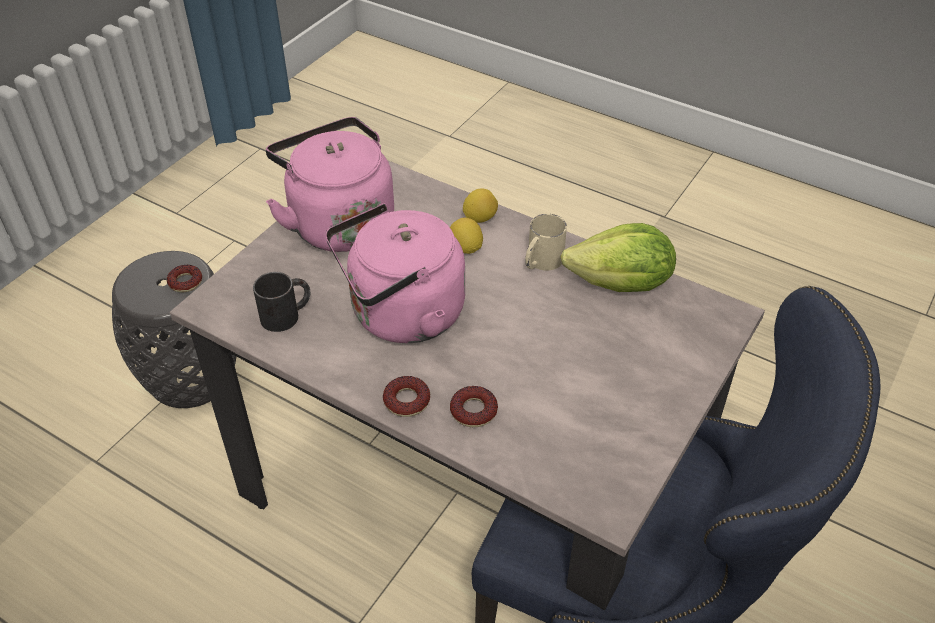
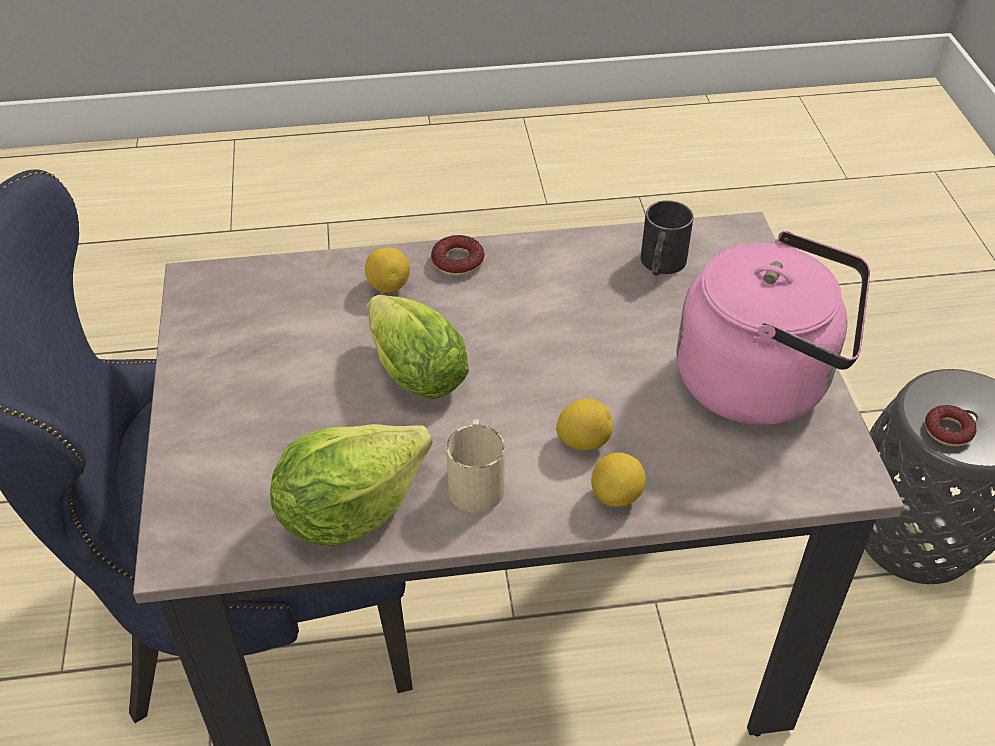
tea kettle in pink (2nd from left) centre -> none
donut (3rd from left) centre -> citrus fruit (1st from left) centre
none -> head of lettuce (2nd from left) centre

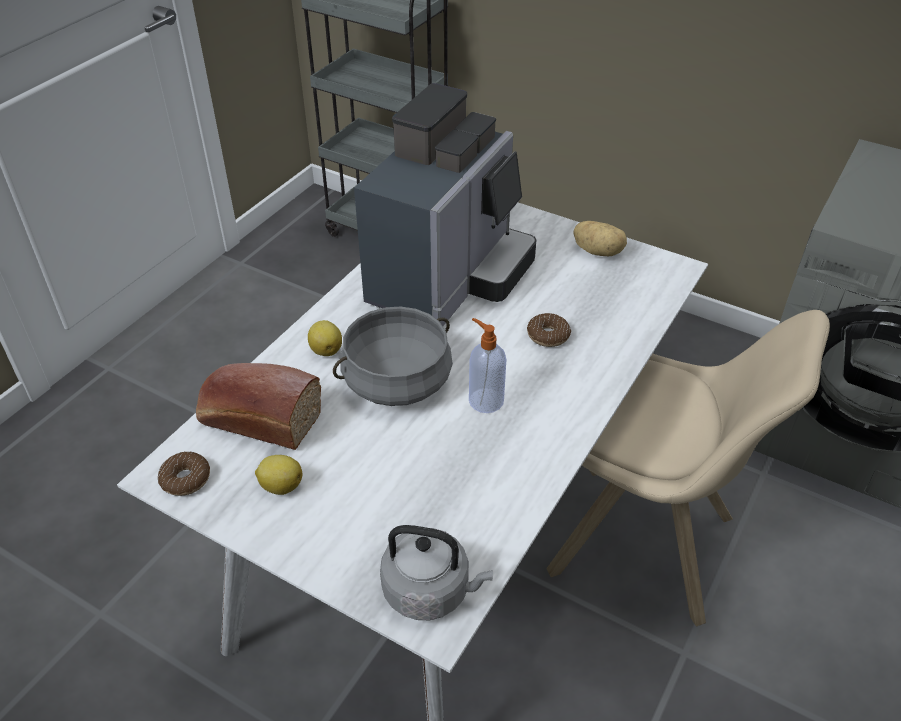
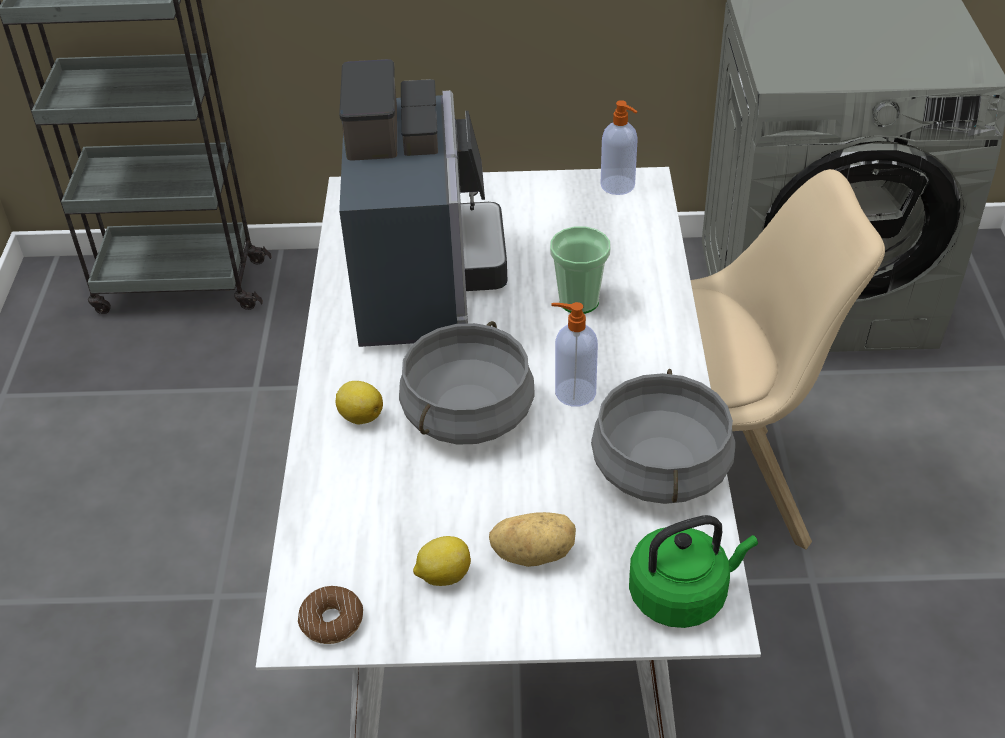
spud top centre -> spud bottom centre, move
donut (2nd from left) centre -> small cup centre
bread middle left -> none
tea kettle in grey bottom centre -> tea kettle in green-coloured bottom right
none -> liquid soap bottle (2nd from left) top centre
none -> stockpot in grey (2nd from left) centre

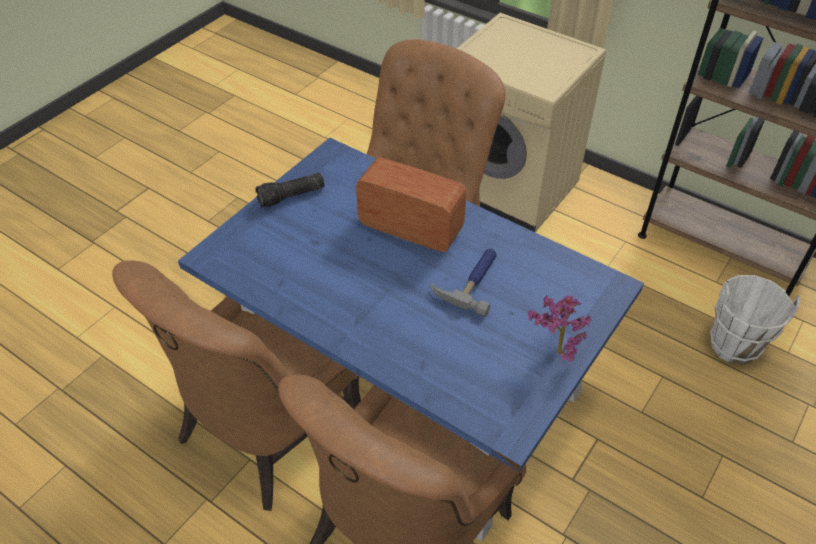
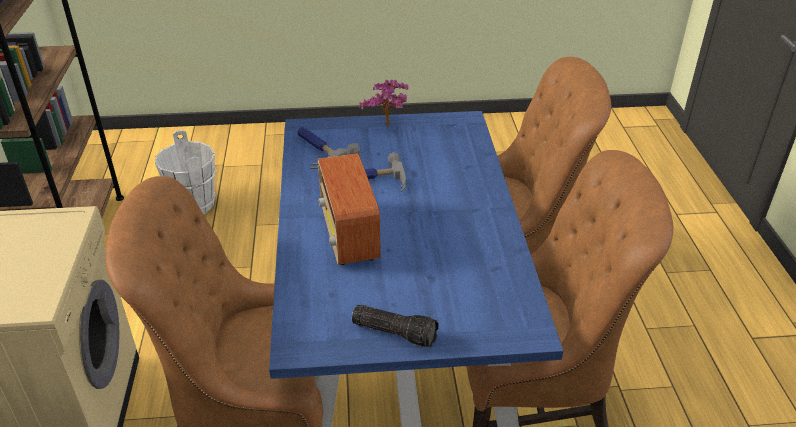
none -> hand hammer (1st from left) centre

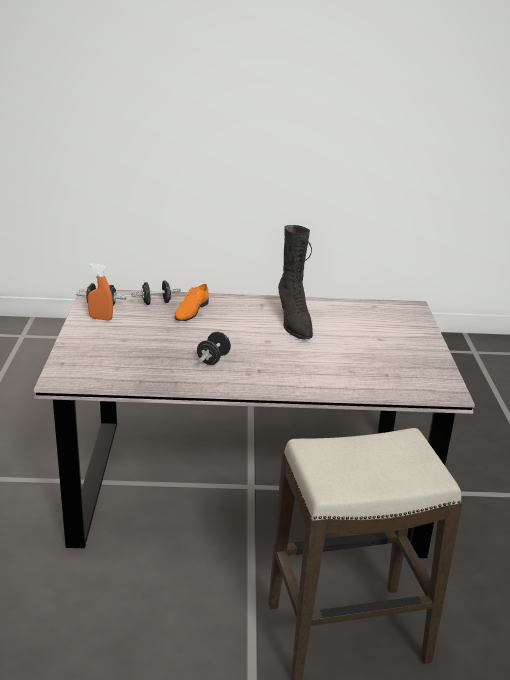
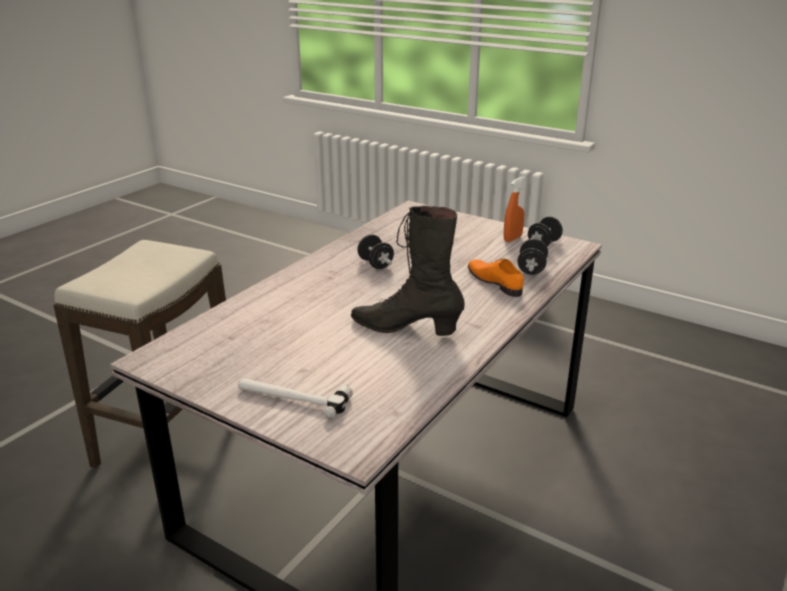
none -> hand hammer bottom centre

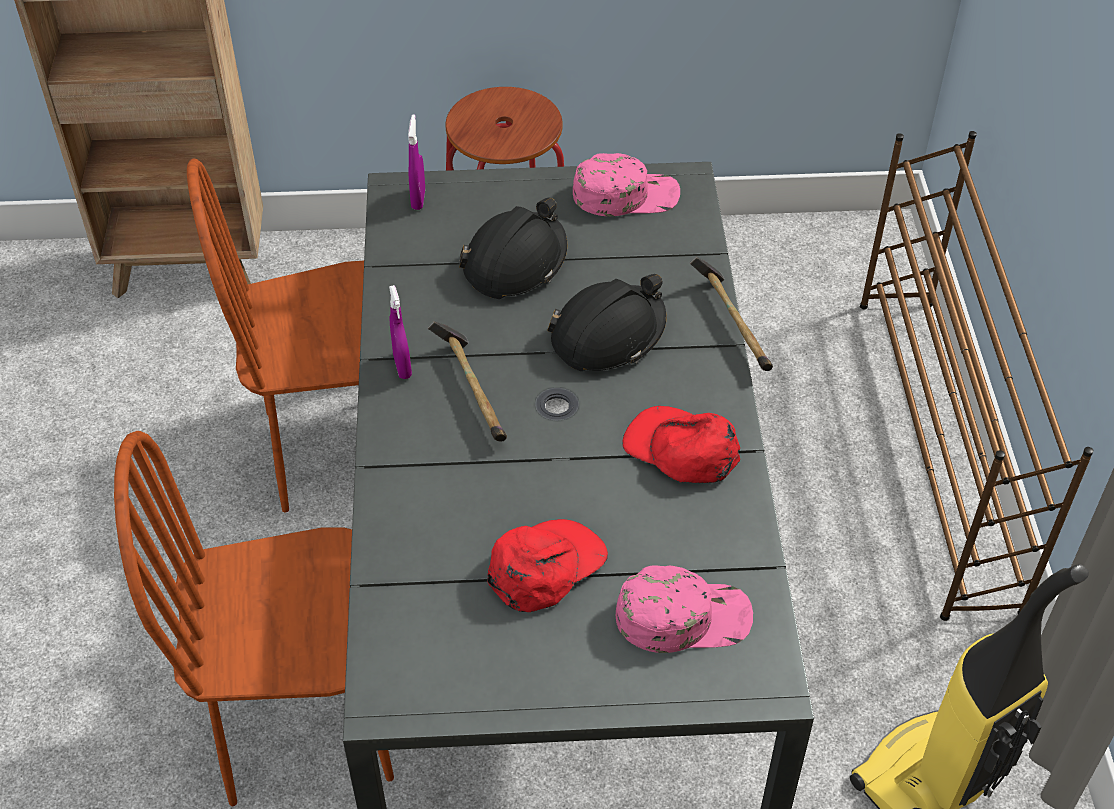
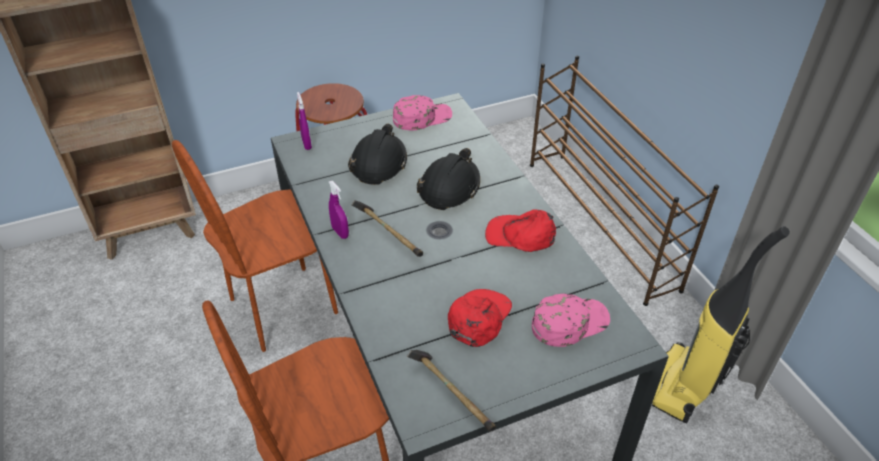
hand hammer (2nd from left) centre -> hand hammer (2nd from left) bottom centre, move

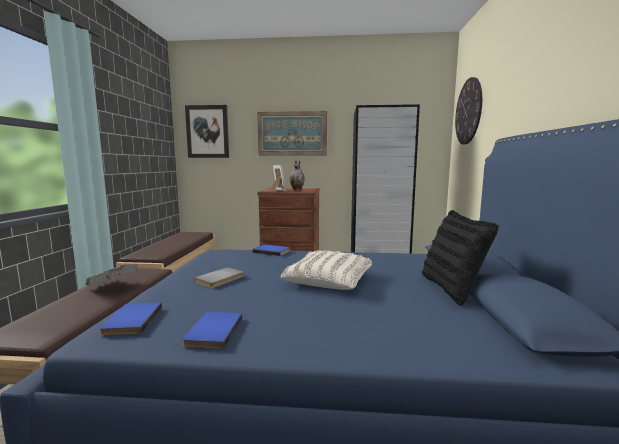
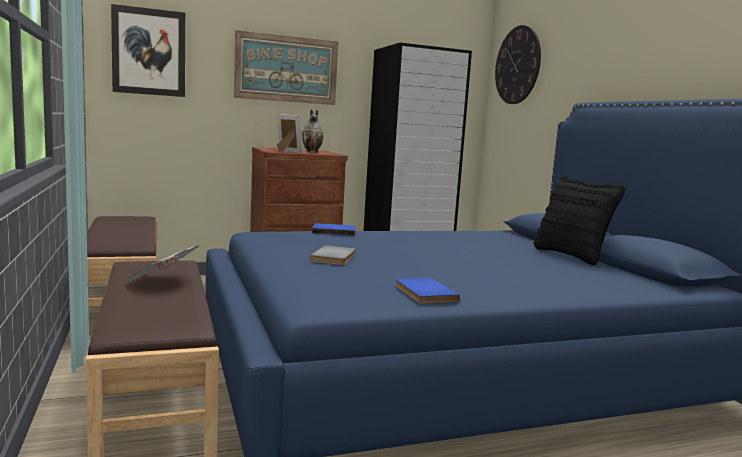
throw pillow in sand-coloured centre -> none
volume in blue-coloured (1st from left) bottom left -> none

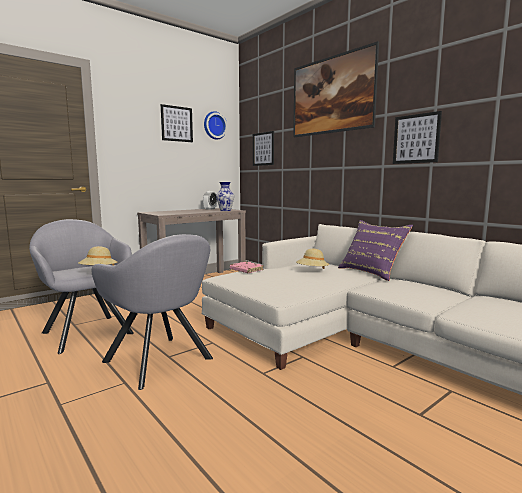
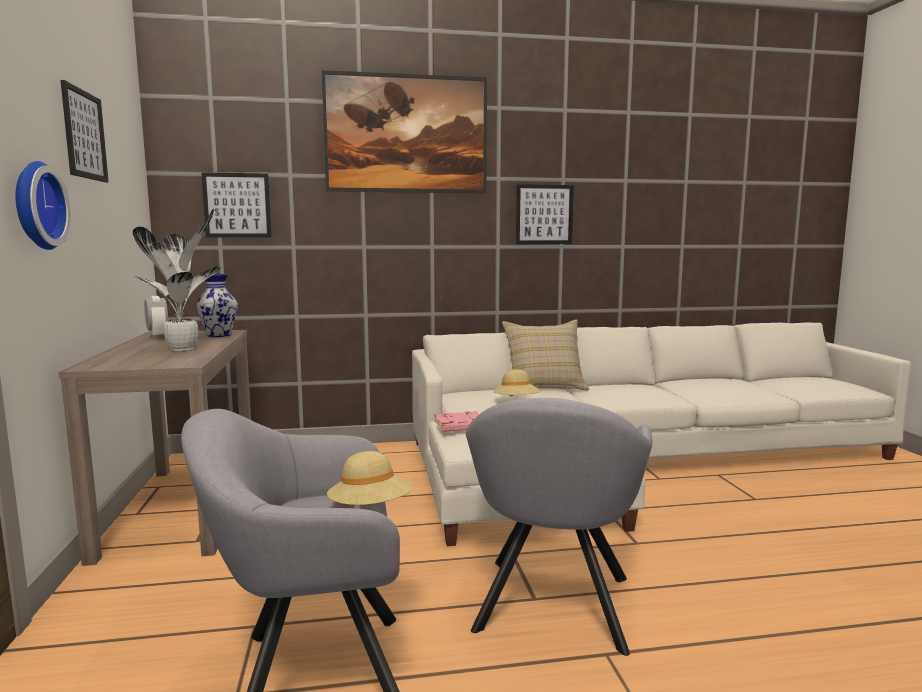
wall clock top centre -> wall clock top left, move
throw pillow in purple-coloured middle right -> throw pillow in sand-coloured centre
lounge chair in grey (2nd from left) middle left -> lounge chair in grey (2nd from left) bottom centre, 120 degrees clockwise
none -> plant in a pot middle left

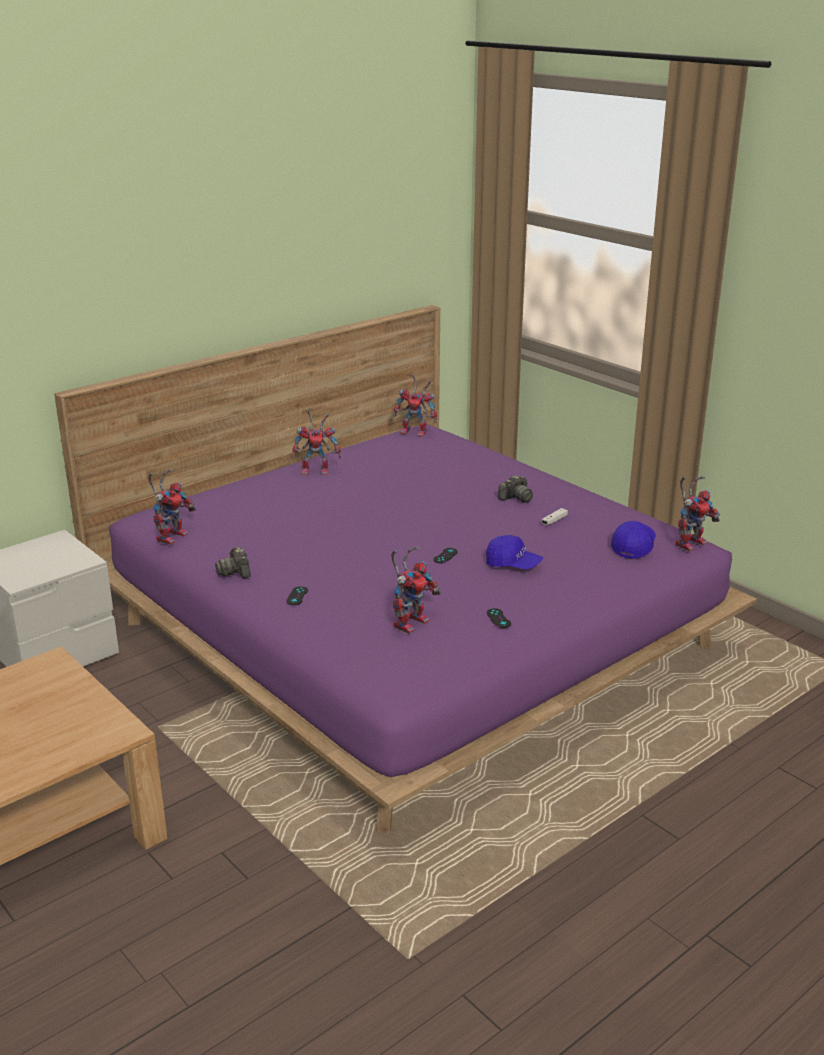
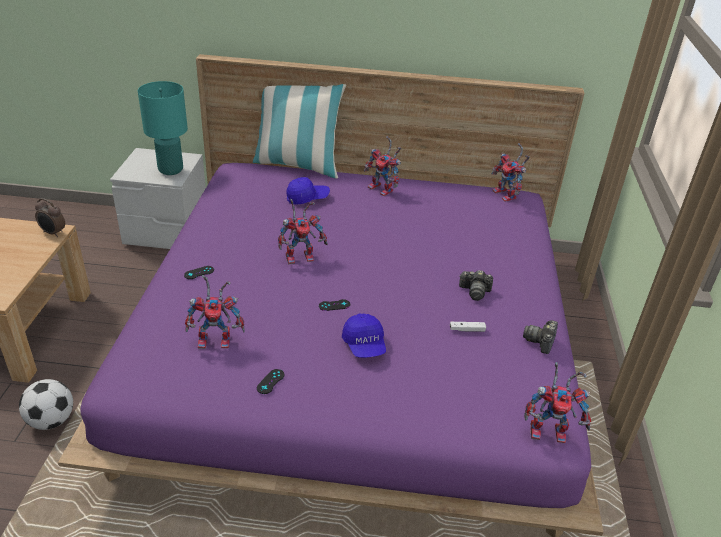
robot figure (1st from left in the first image) middle left -> robot figure (2nd from left) centre, move
cap in blue-coloured (2nd from left in the first image) middle right -> cap in blue-coloured (1st from left) centre, move
photo camera (1st from left in the first image) middle left -> photo camera (2nd from left) middle right, move
none -> table lamp in blue-green top left
none -> throw pillow top centre
none -> table clock middle left
none -> football bottom left

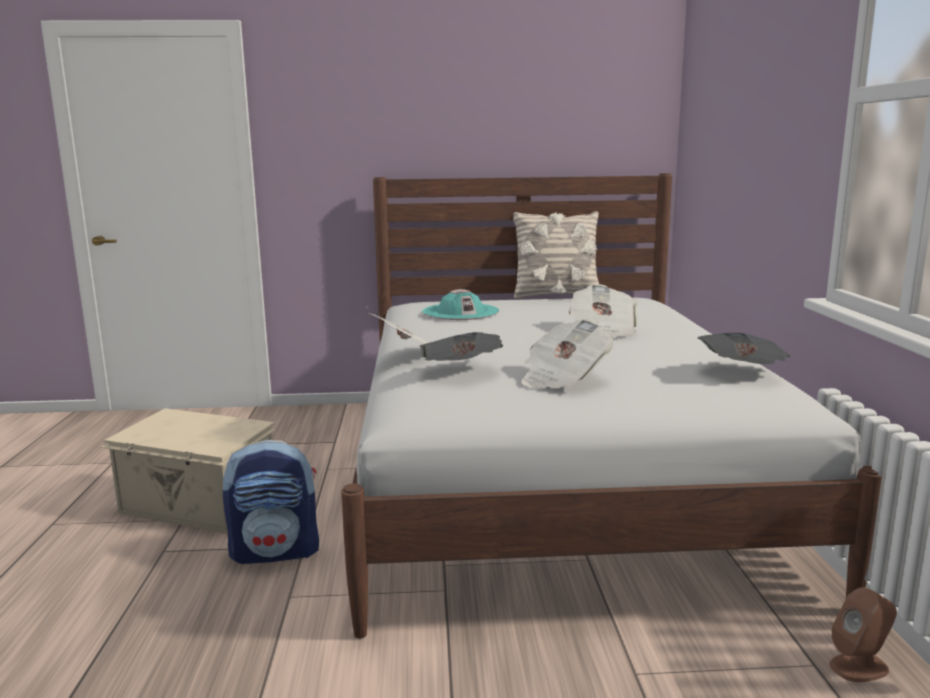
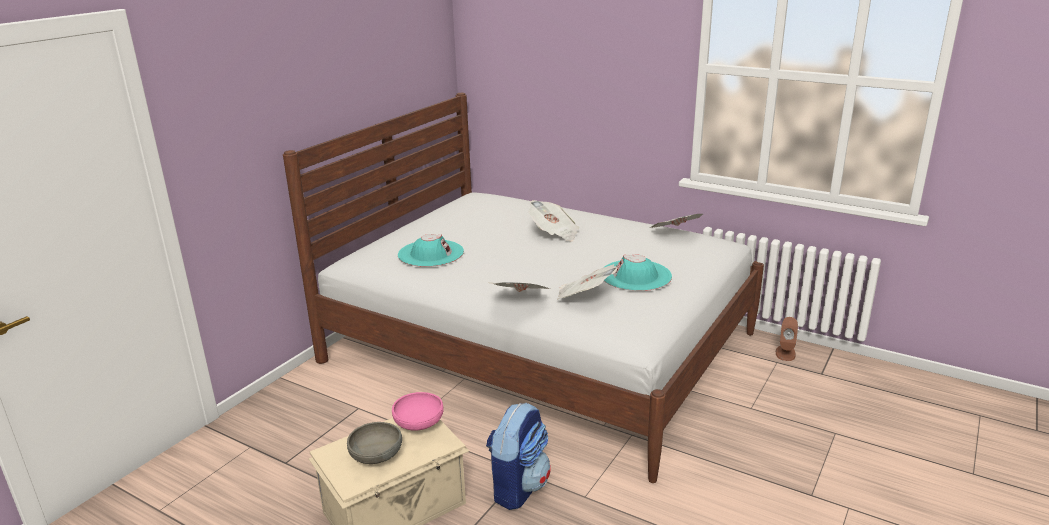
throw pillow in sand-coloured centre -> none
printed paper (3rd from left) centre -> hat in blue-green (2nd from left) centre
none -> bowl in pink bottom centre
none -> bowl in grey bottom centre

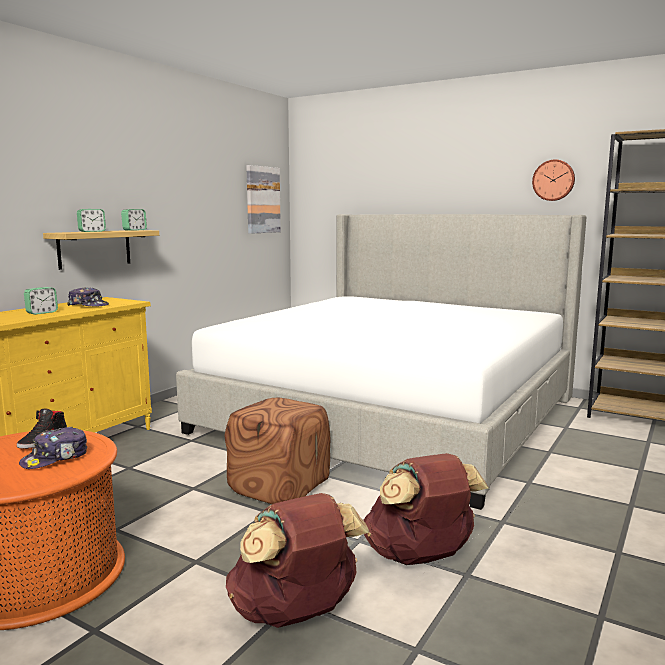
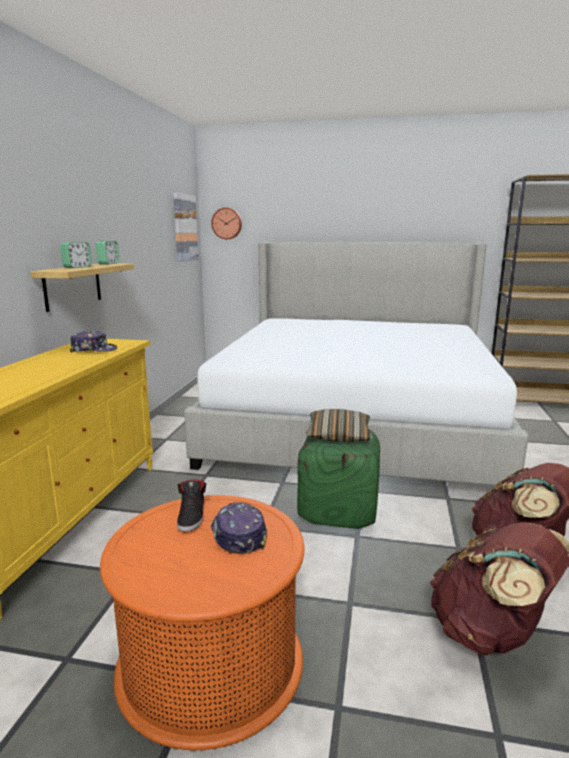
wall clock top right -> wall clock top centre, move
table clock (1st from left) middle left -> none
ottoman in brown bottom centre -> ottoman in green-coloured centre
cap (1st from left in the first image) bottom left -> cap (2nd from left) bottom centre, 135 degrees clockwise
none -> throw pillow centre

